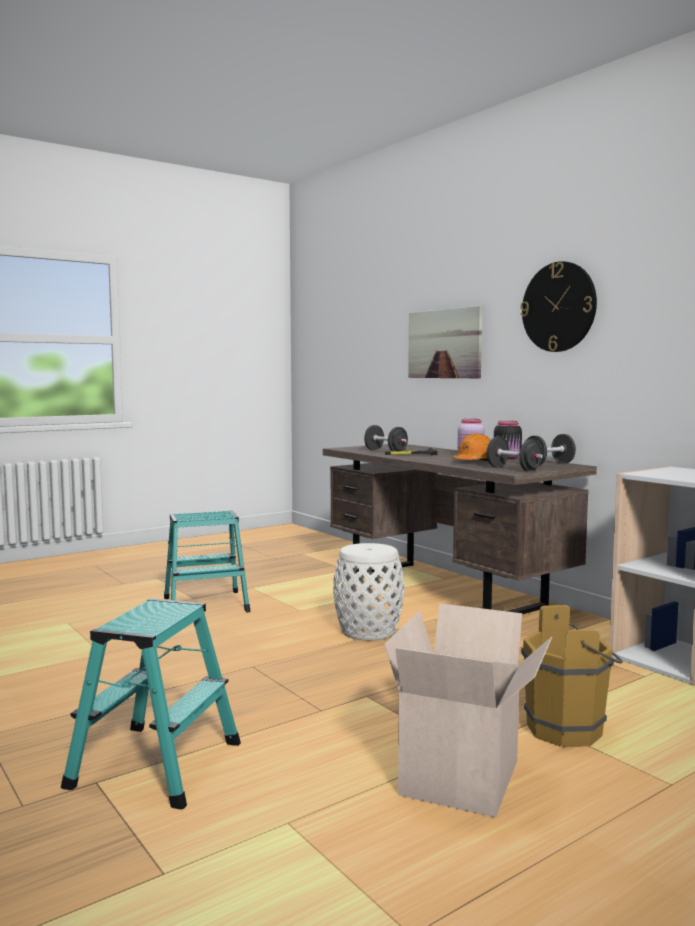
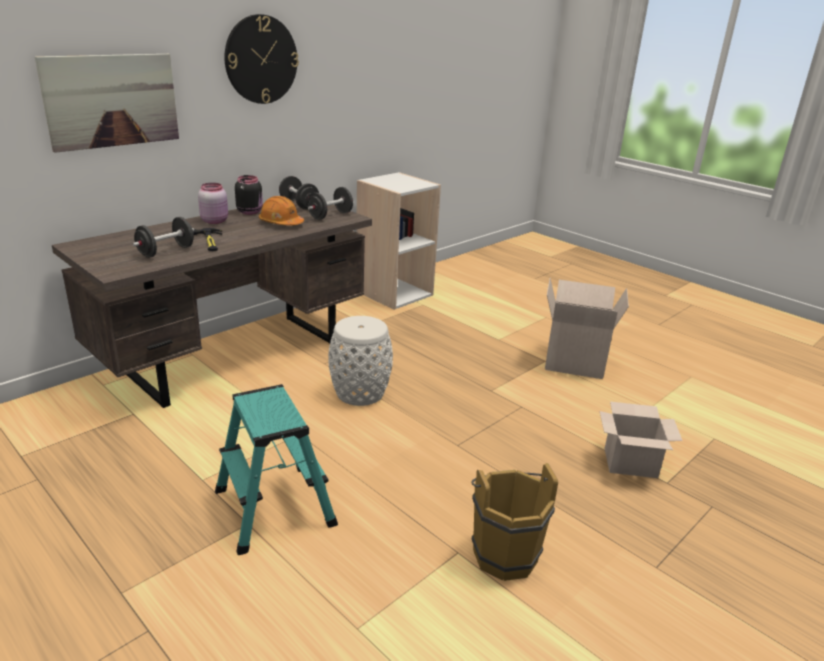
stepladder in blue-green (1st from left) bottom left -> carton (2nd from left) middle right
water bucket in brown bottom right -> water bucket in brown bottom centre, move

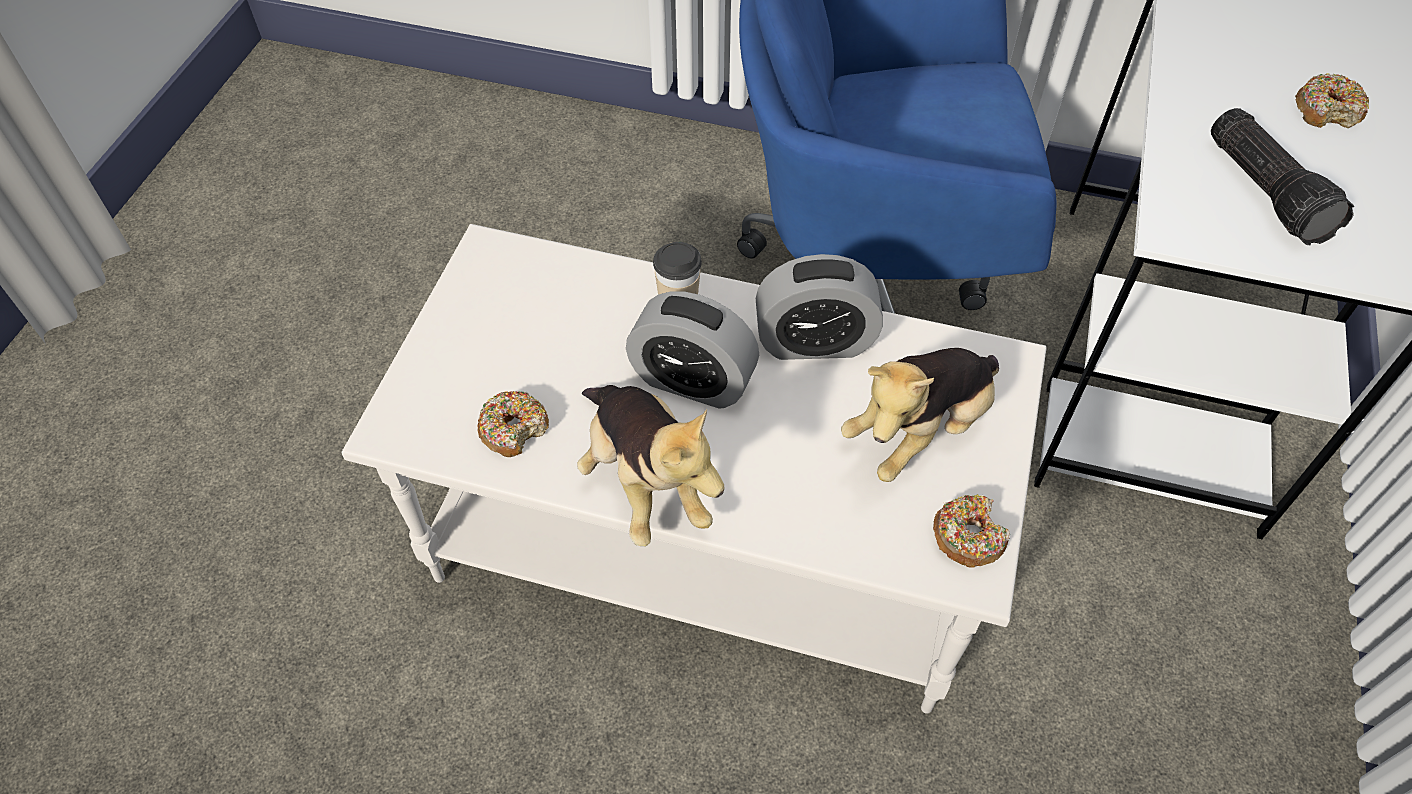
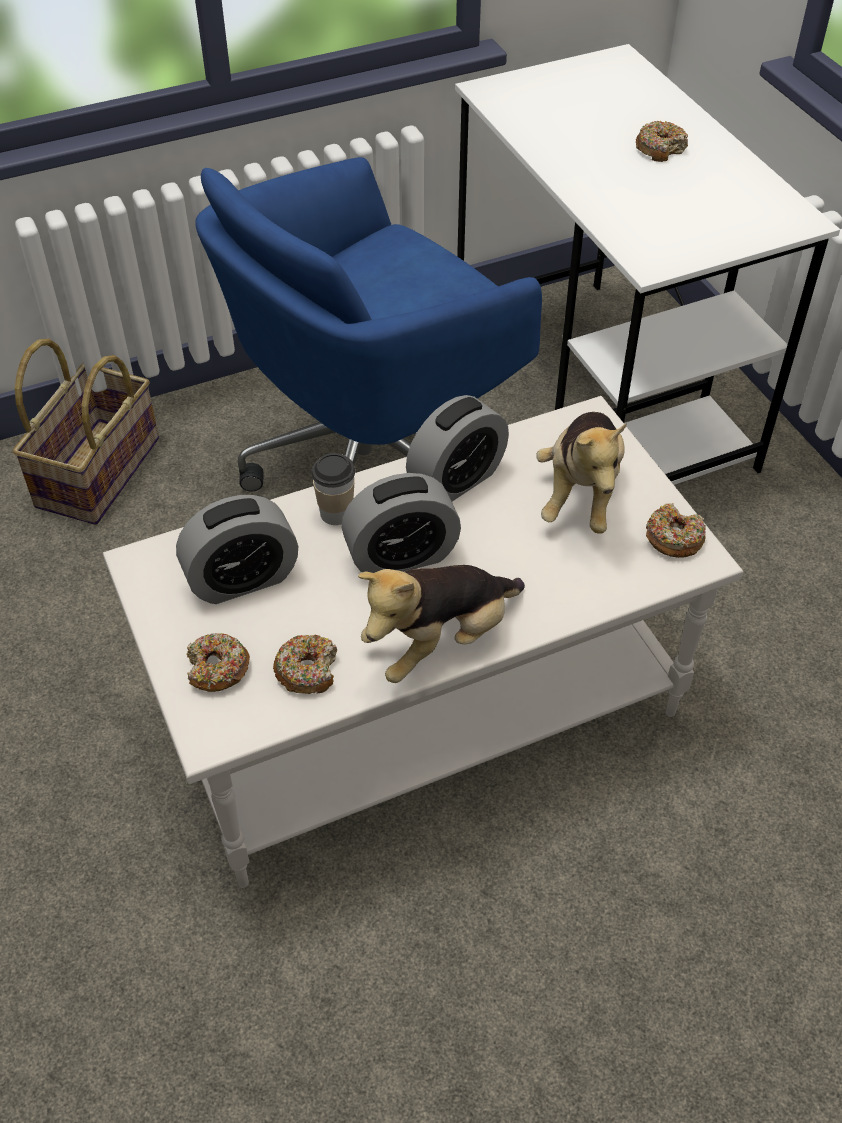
torch top right -> none
plush toy (1st from left) centre, 120 degrees clockwise
none -> basket middle left
none -> table clock (1st from left) middle left
none -> donut (1st from left) middle left

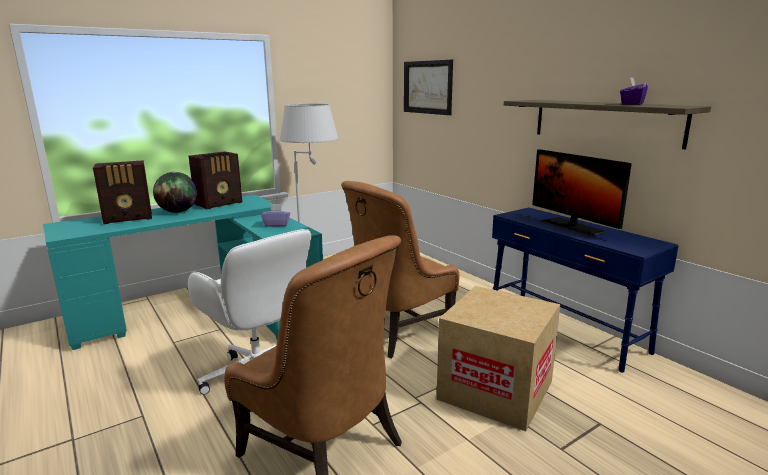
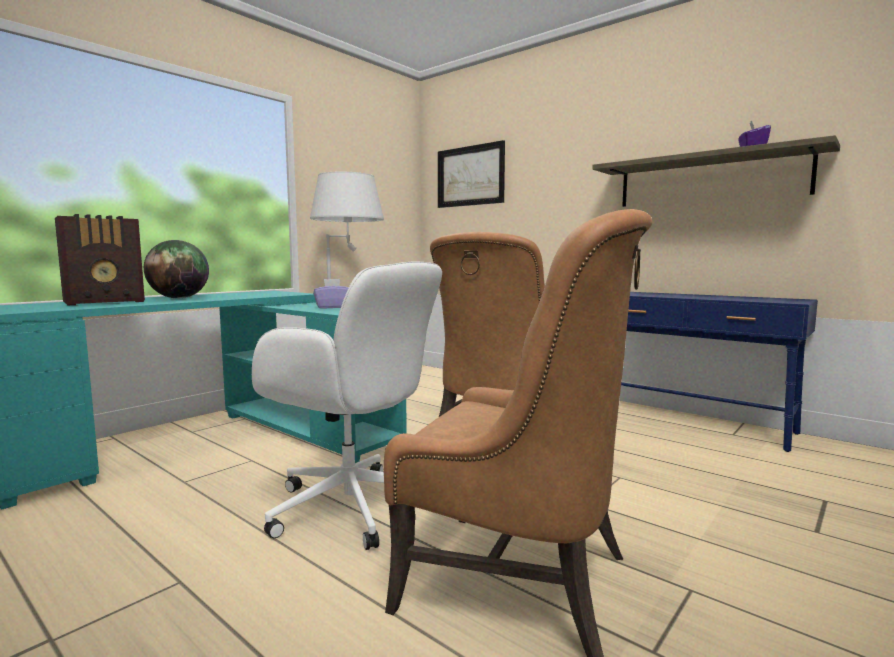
computer display middle right -> none
radio receiver (2nd from left) middle left -> none
carton bottom centre -> none

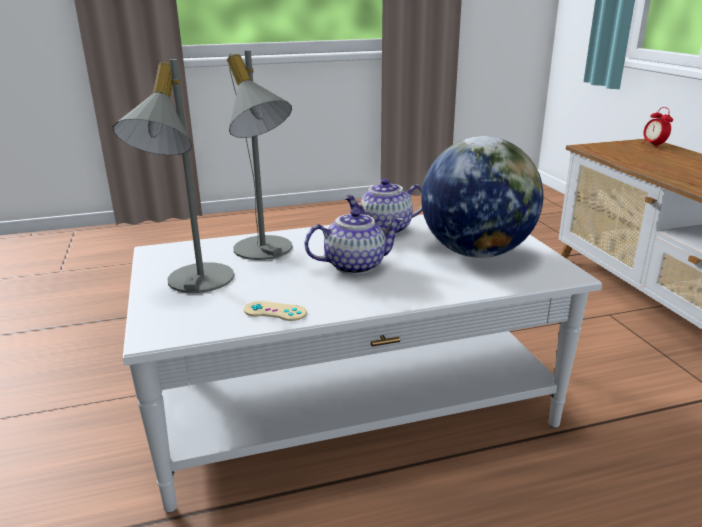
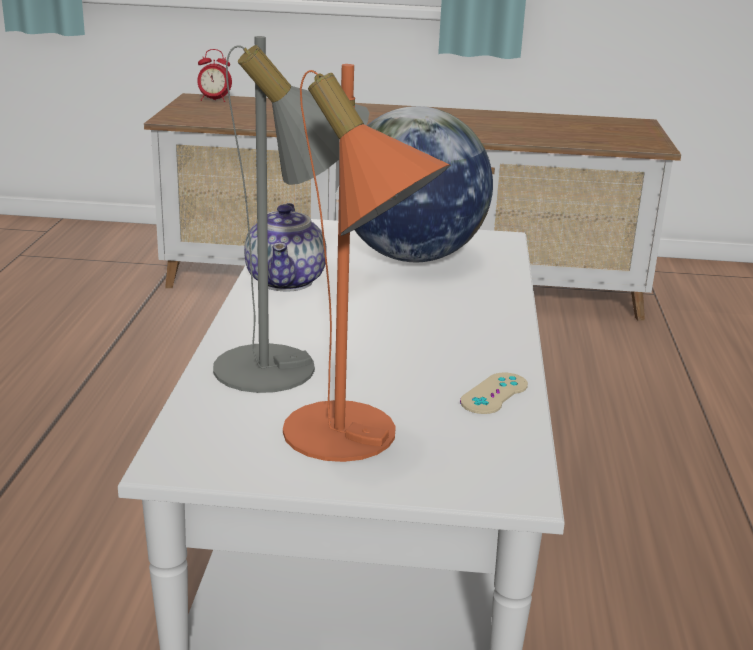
table lamp in grey (1st from left) middle left -> table lamp in orange-coloured centre
pot for tea (1st from left) centre -> none

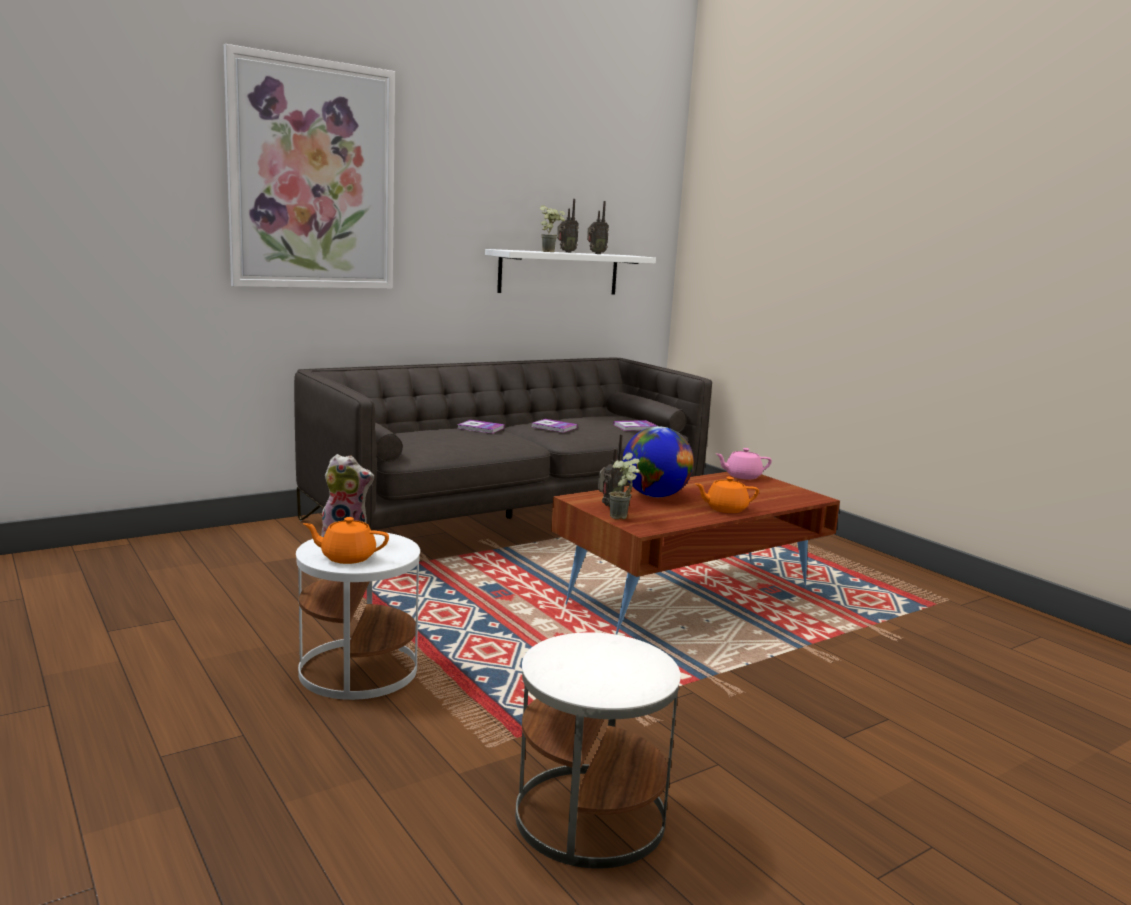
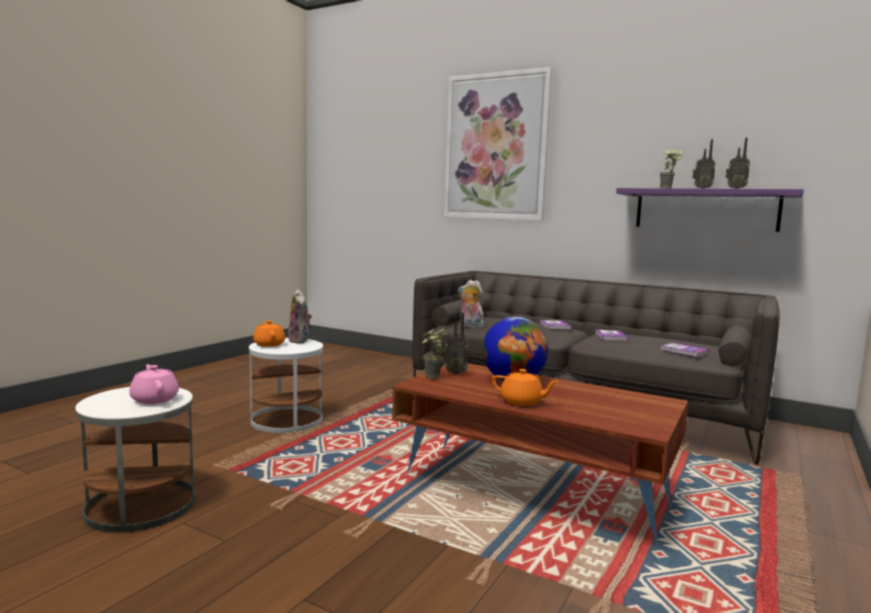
wall shelf in whitish top centre -> wall shelf in purple-coloured middle right
pot for tea in pink centre -> pot for tea in pink middle left, move
pot for tea in orange-coloured (2nd from left) centre, 150 degrees clockwise
none -> plush toy (2nd from left) centre

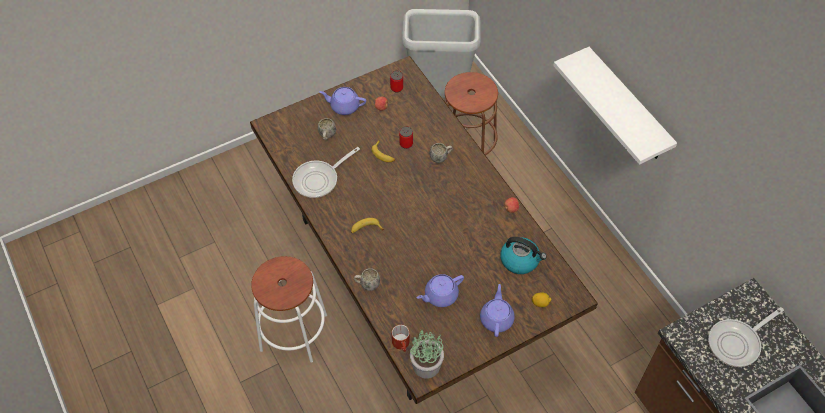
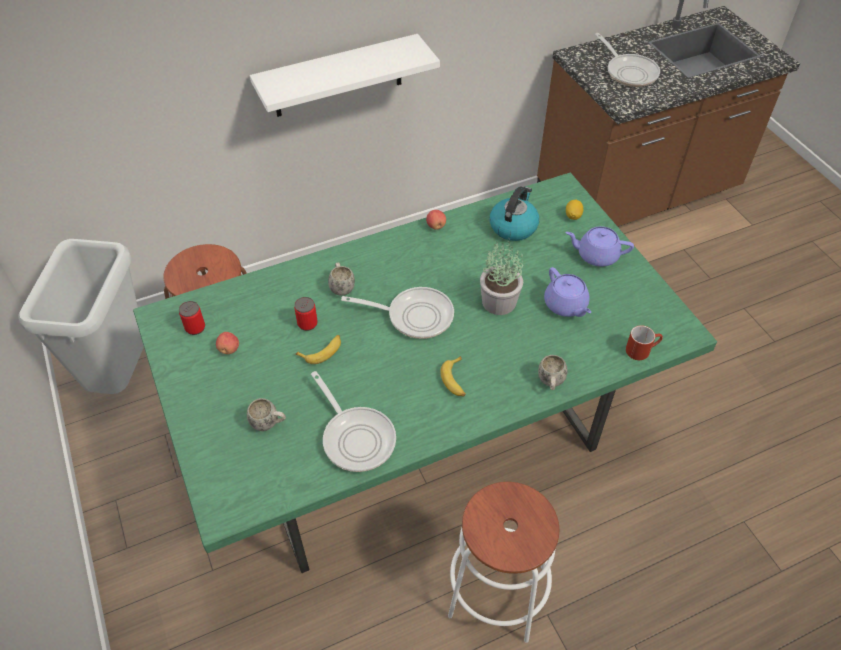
dinner table in brown centre -> dinner table in green-coloured centre
pot for tea in purple-coloured (1st from left) top centre -> none
plant in a pot bottom centre -> plant in a pot centre, move
none -> pan (2nd from left) centre

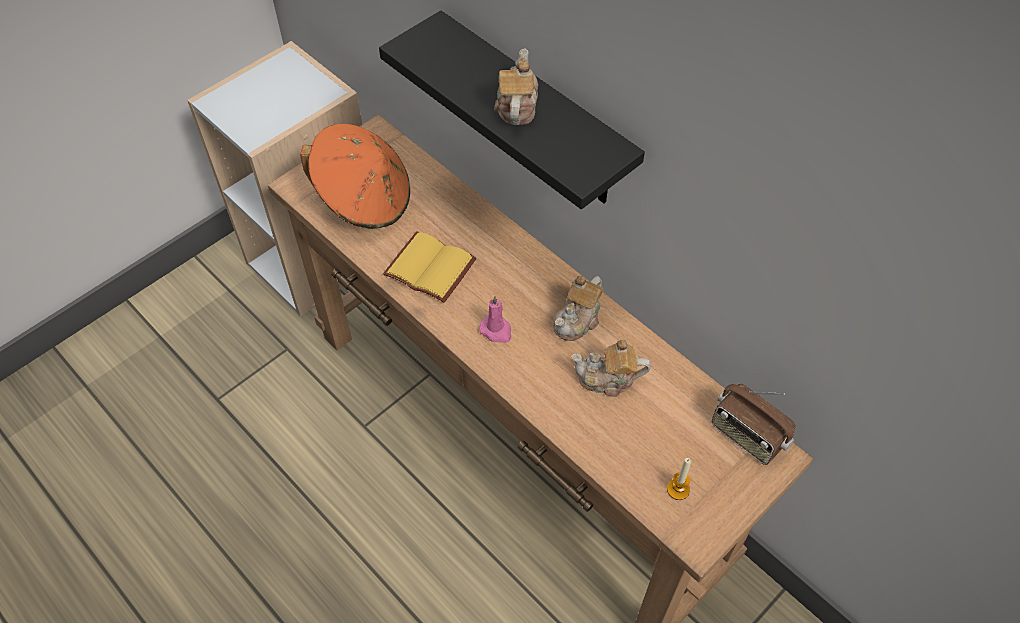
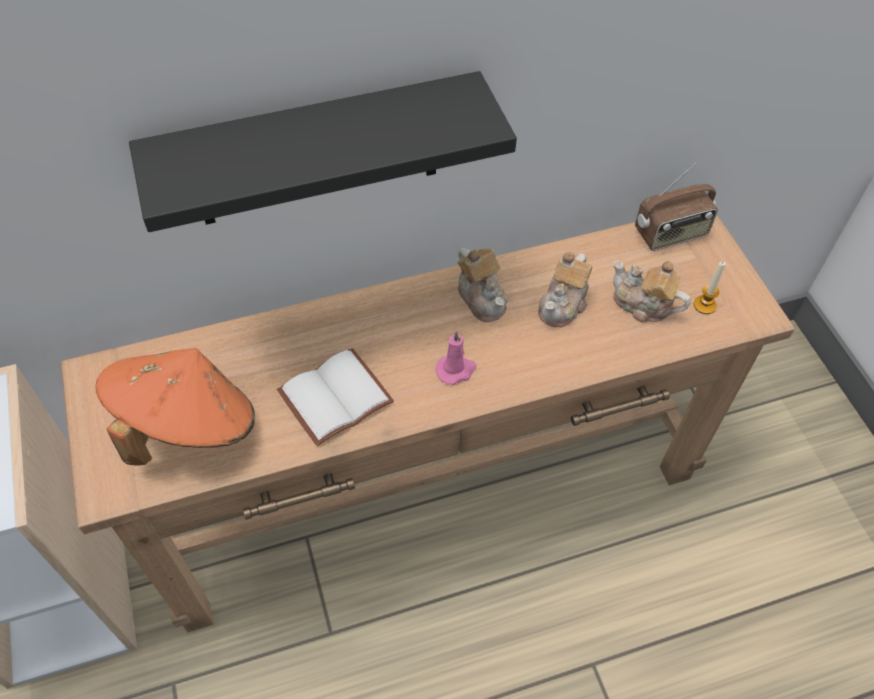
pot for tea (1st from left in the first image) top centre -> pot for tea (3rd from left) middle right, move
volume in yellow-coloured centre -> volume in whitish centre

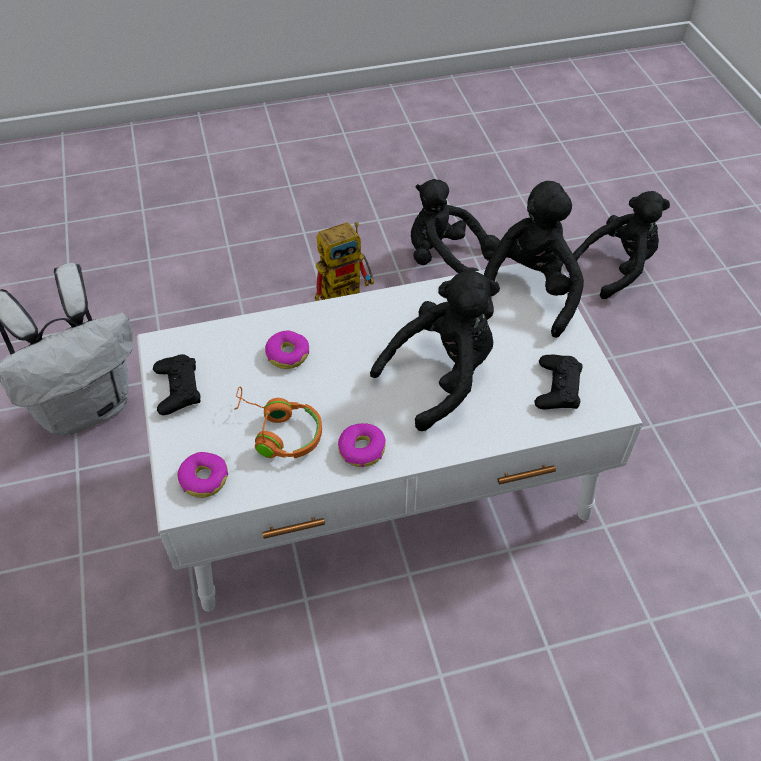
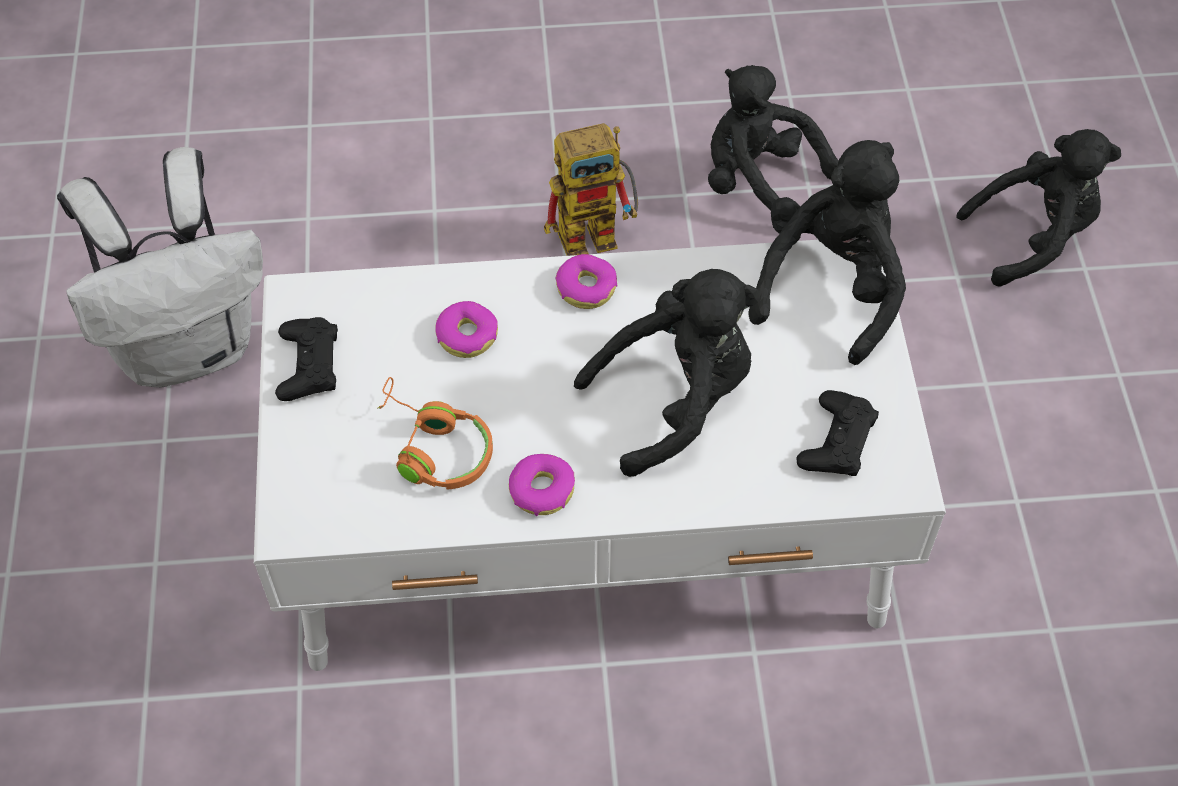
donut (1st from left in the first image) middle left -> donut (3rd from left) centre, move

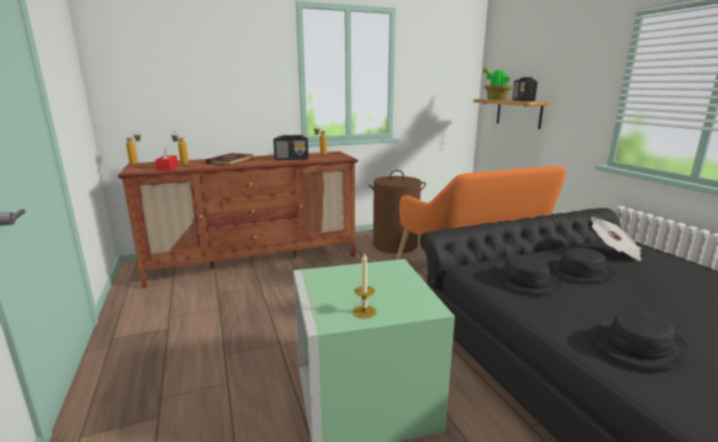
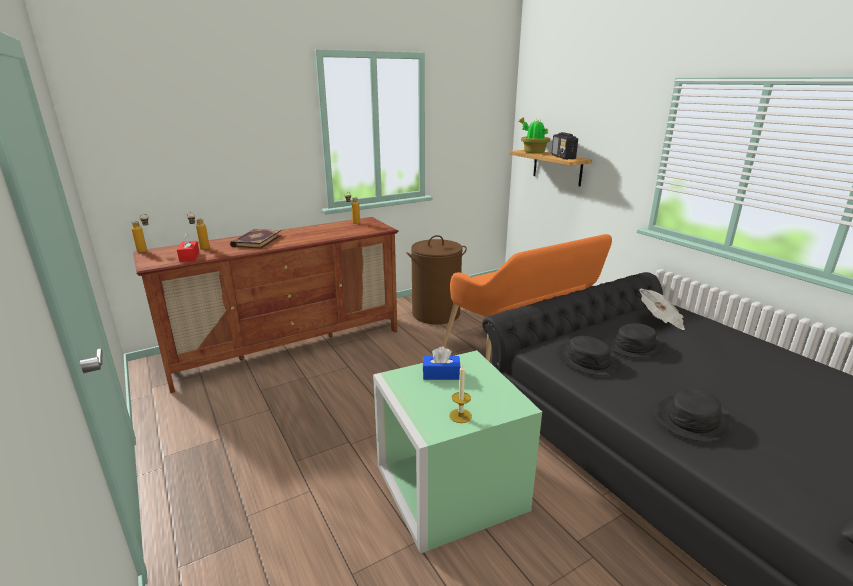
radio receiver (1st from left) top centre -> none
none -> tissue box in blue-coloured centre

